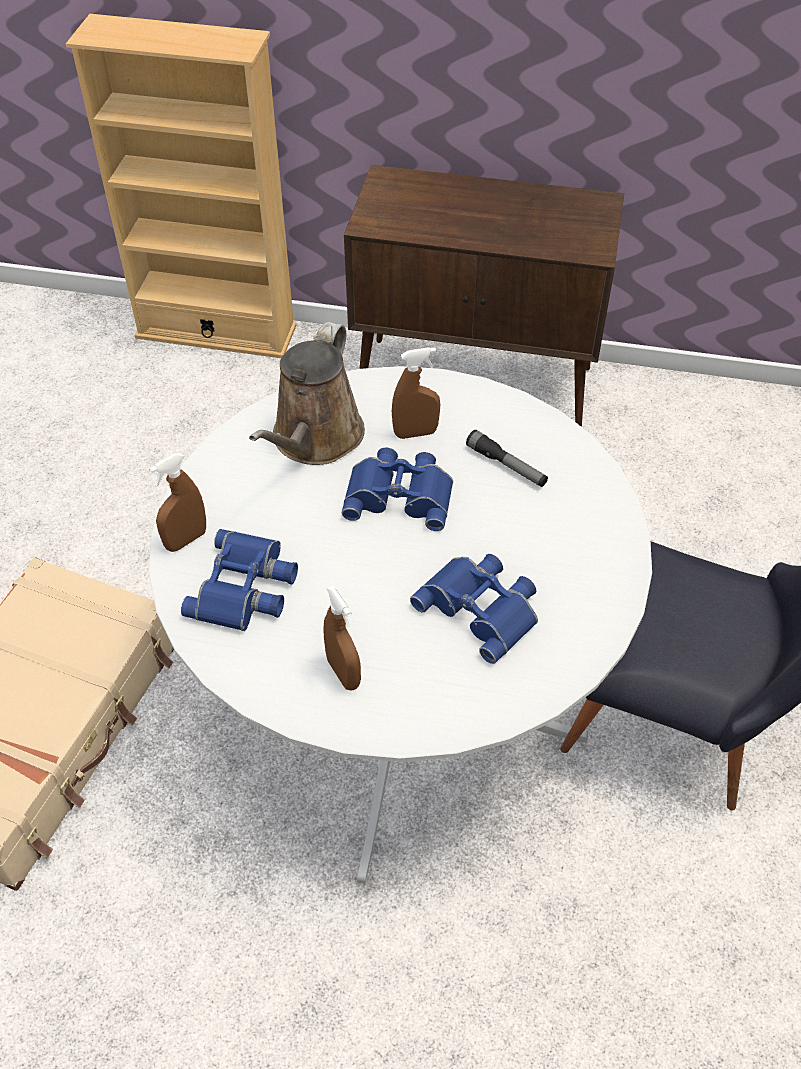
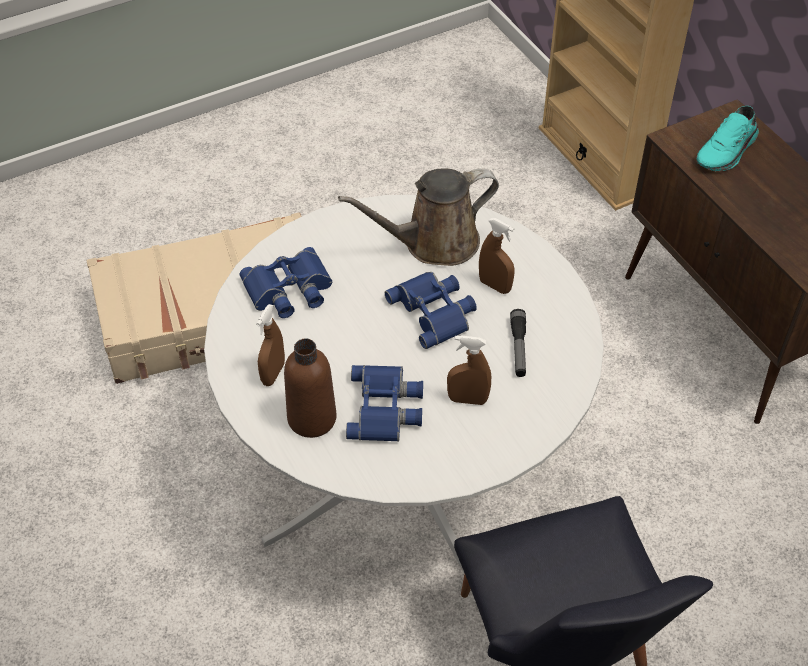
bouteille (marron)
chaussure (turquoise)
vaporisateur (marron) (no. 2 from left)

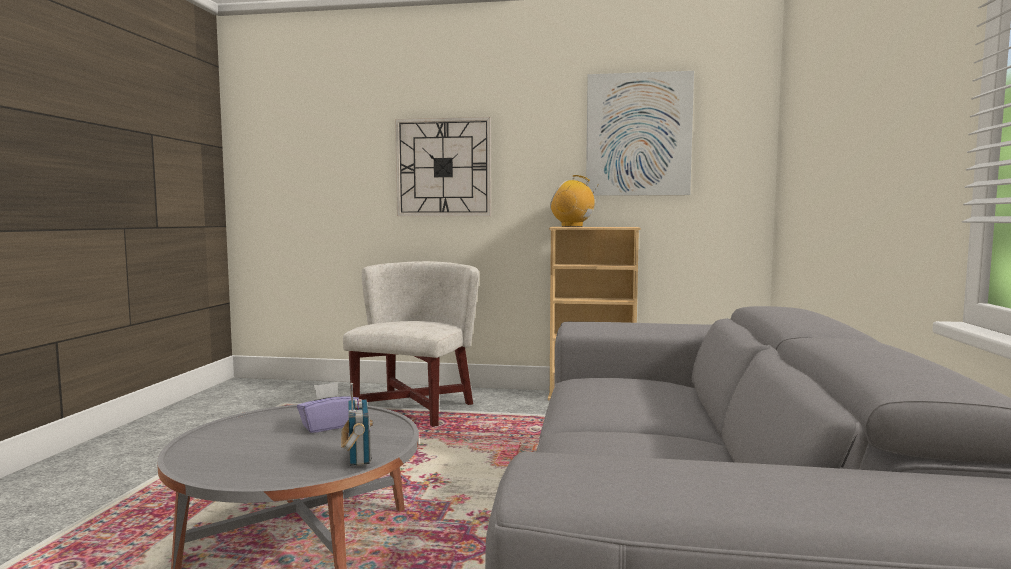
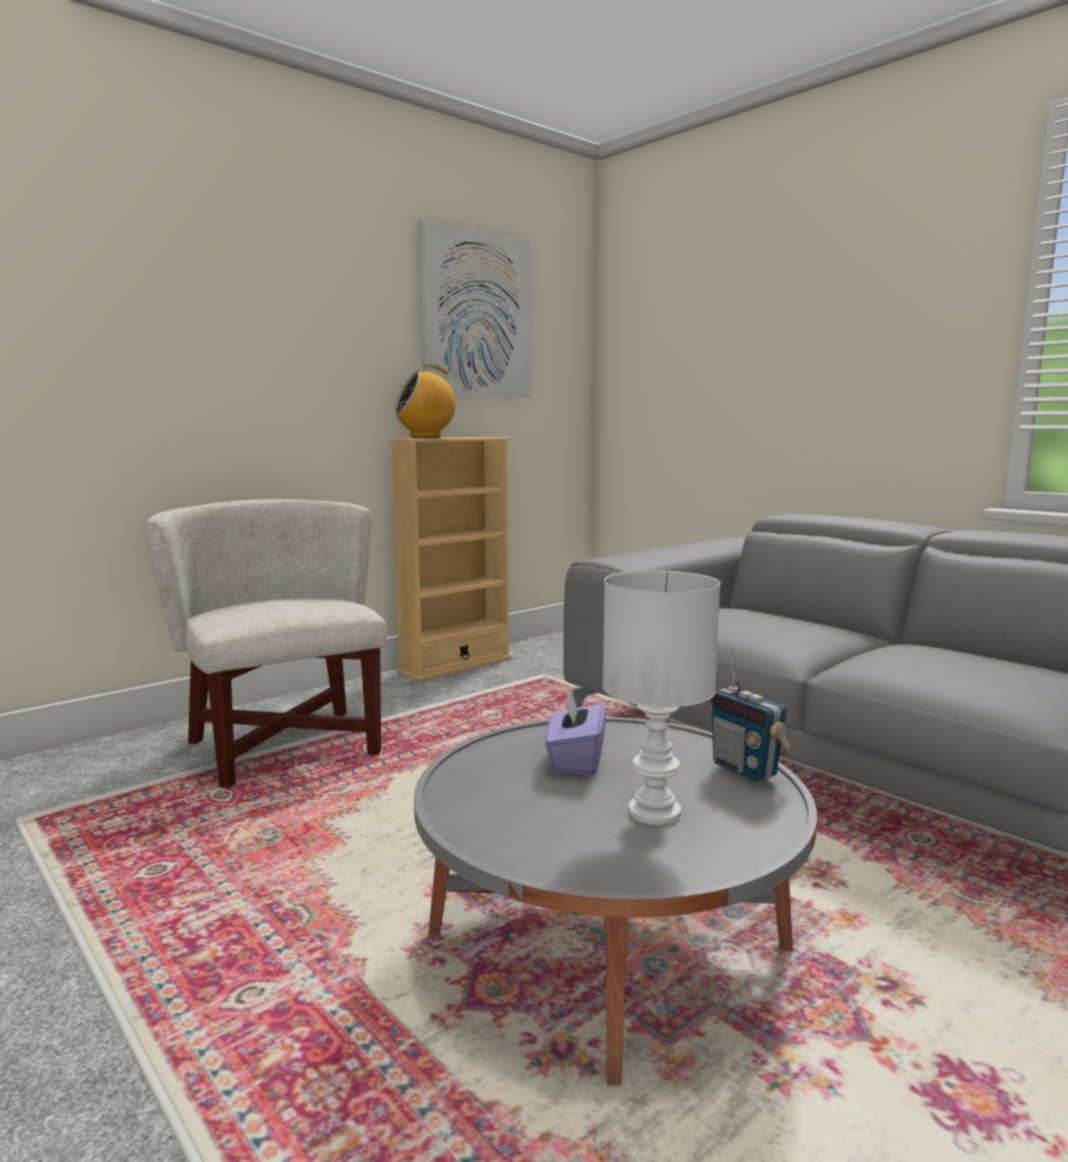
horloge murale
lampe de table (blanc)
radio (no. 2 from left)

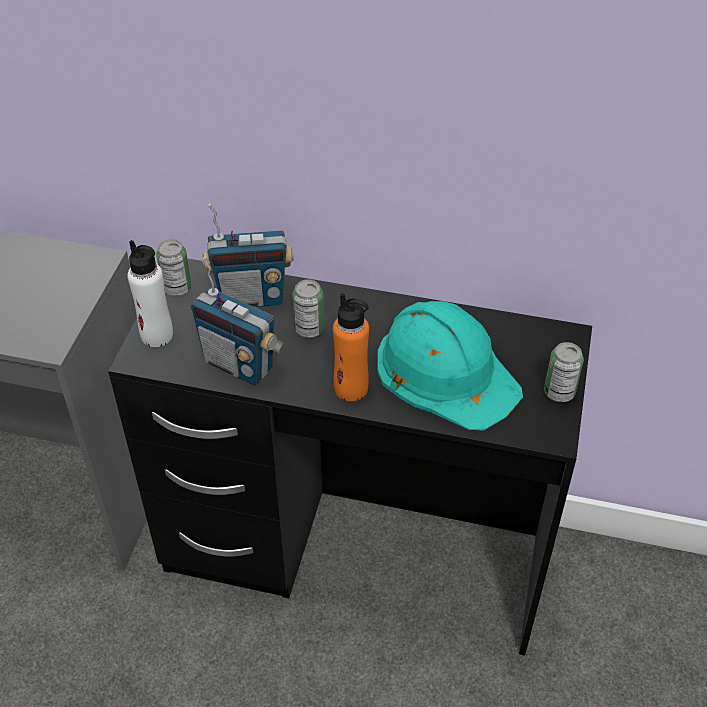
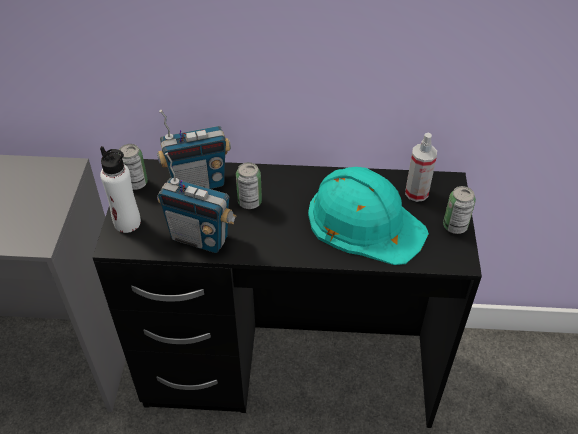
bouteille (orange)
vaporisateur

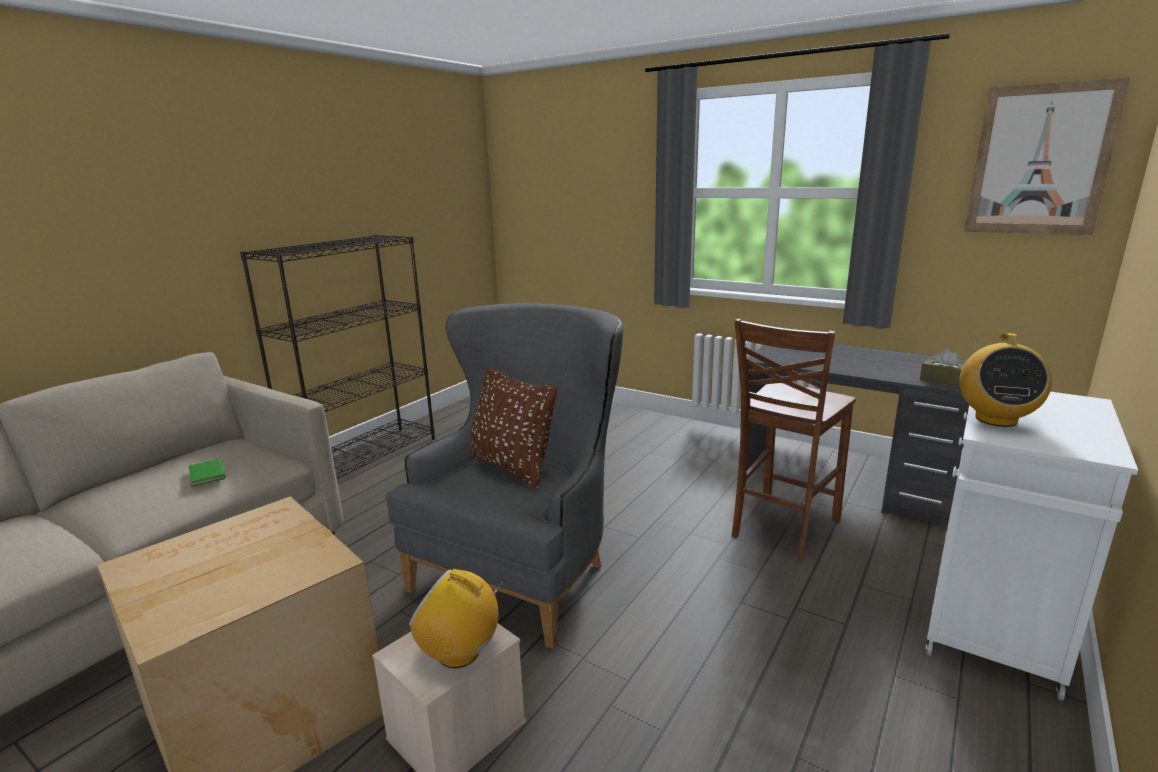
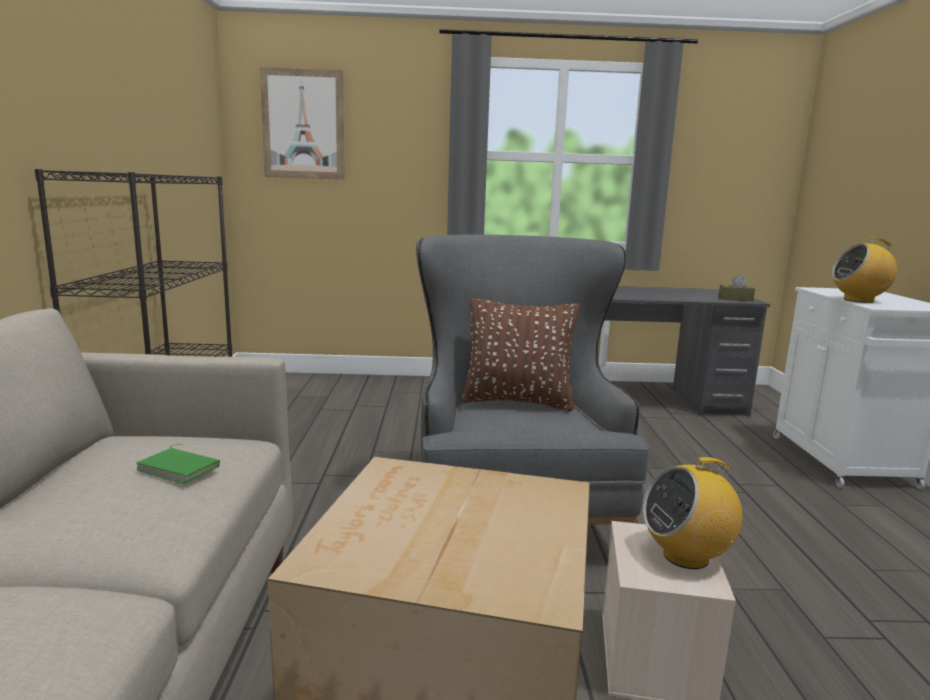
chaise (marron)
tableau
radio (no. 2 from left)

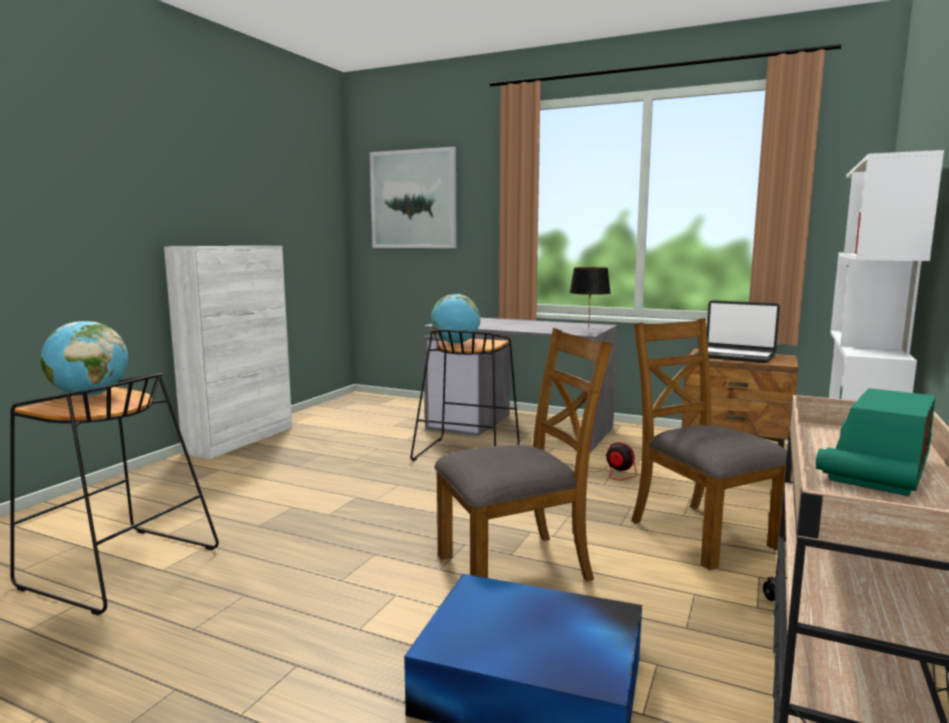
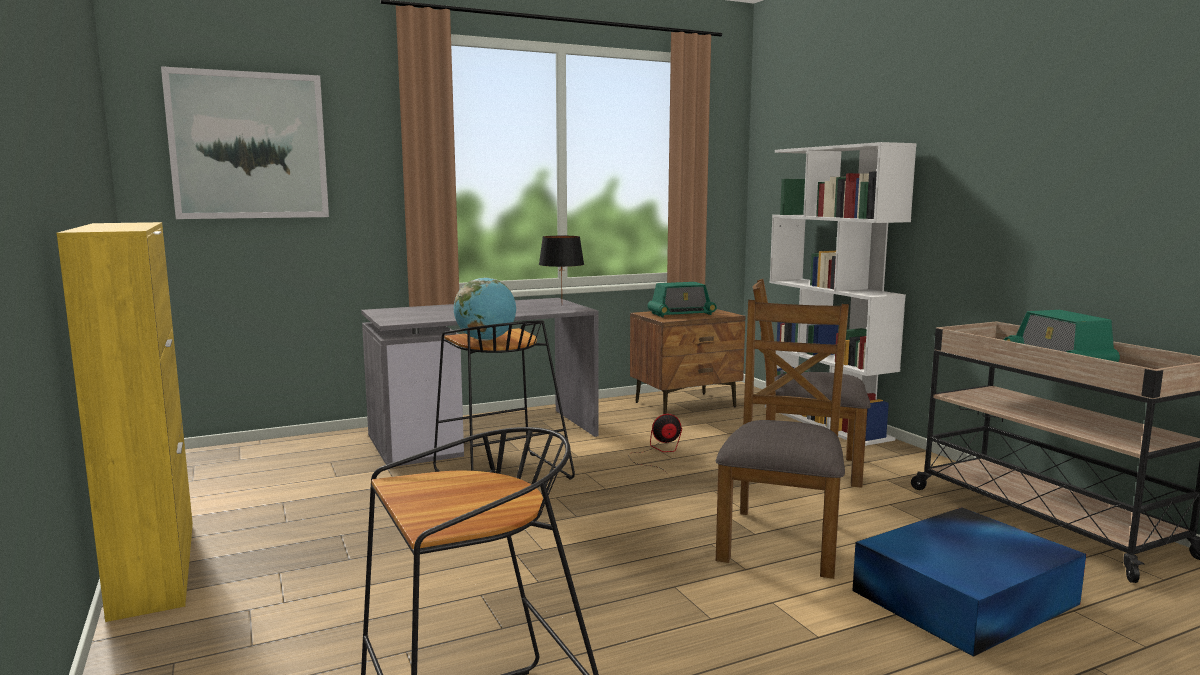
globe (no. 1 from left in the first image)
radio (no. 1 from left)
meuble de rangement (jaune)

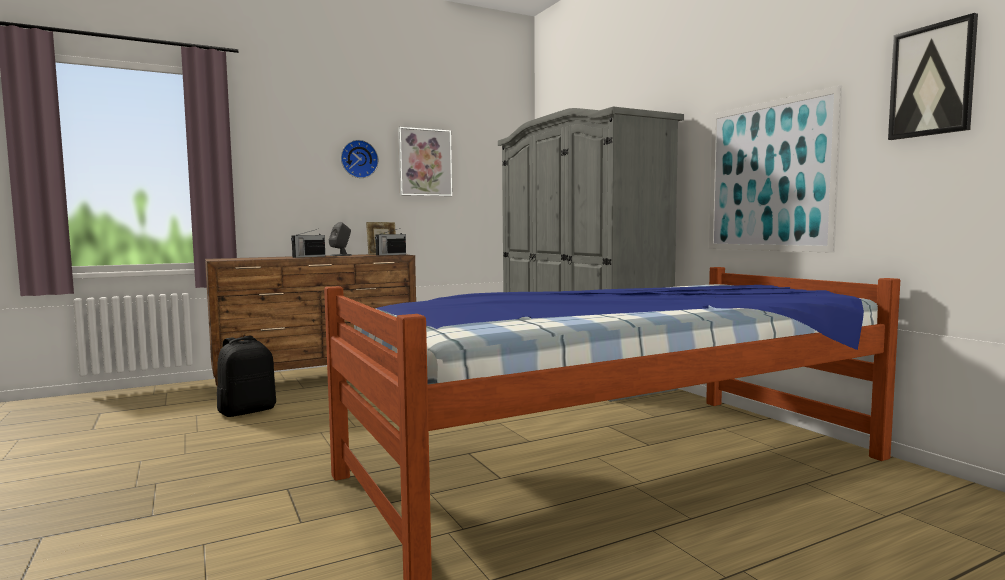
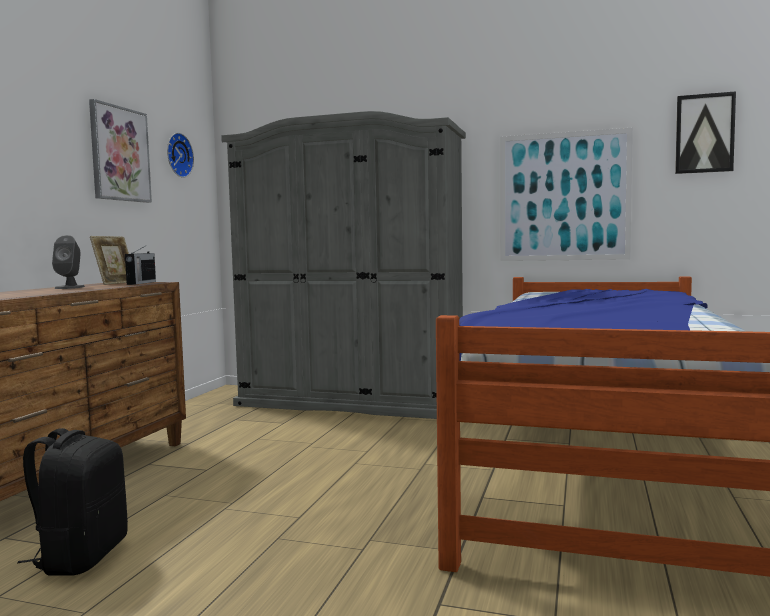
radio (no. 1 from left in the first image)
horloge murale

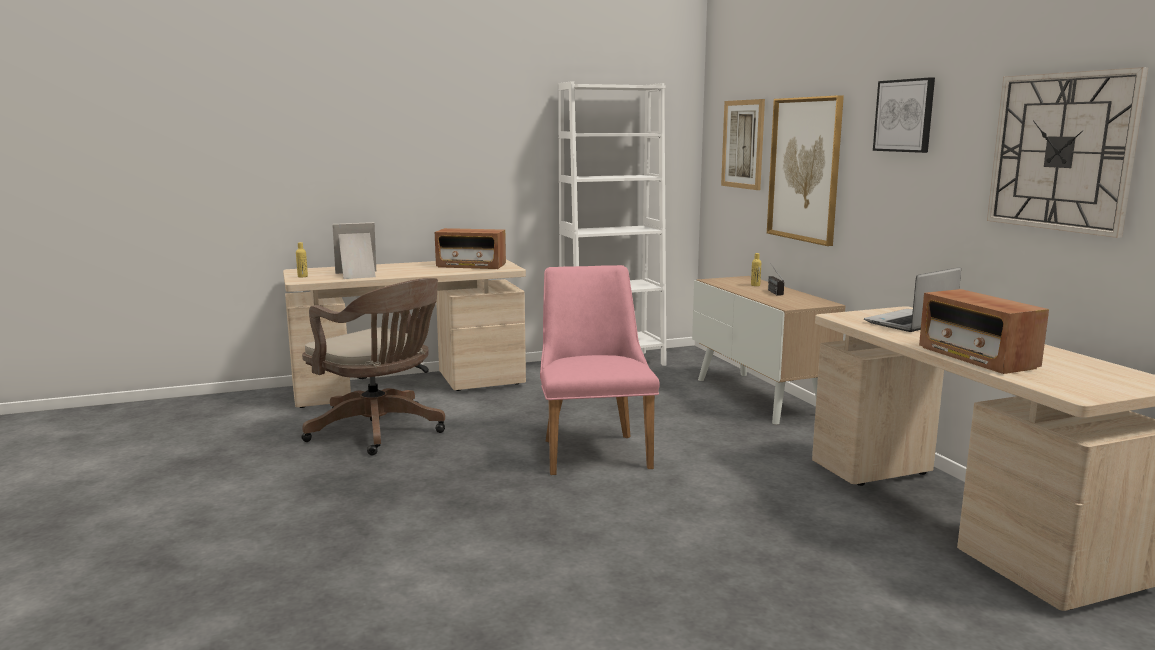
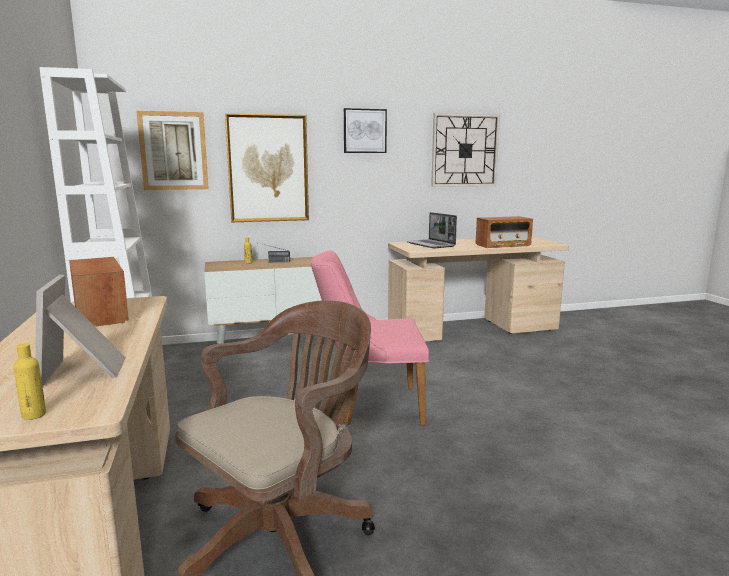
radio (no. 1 from left)

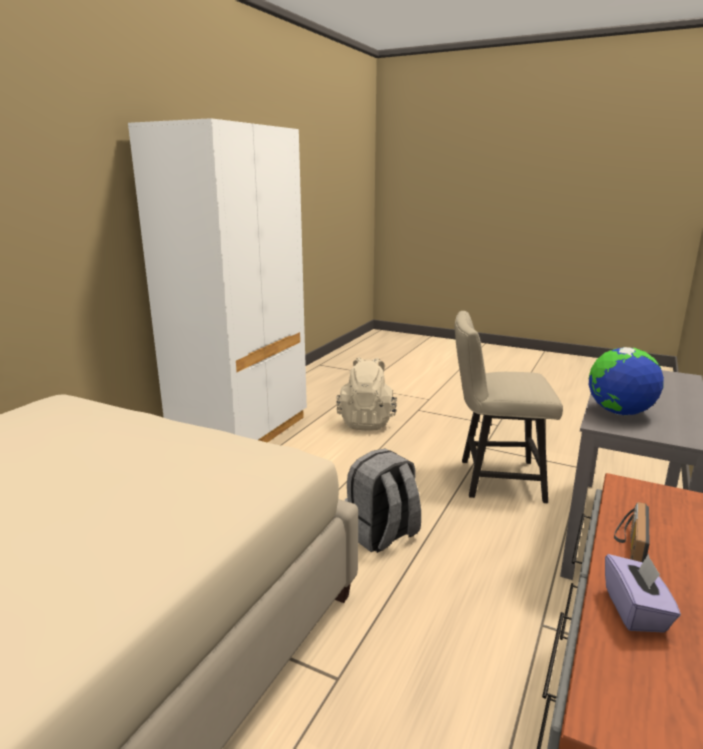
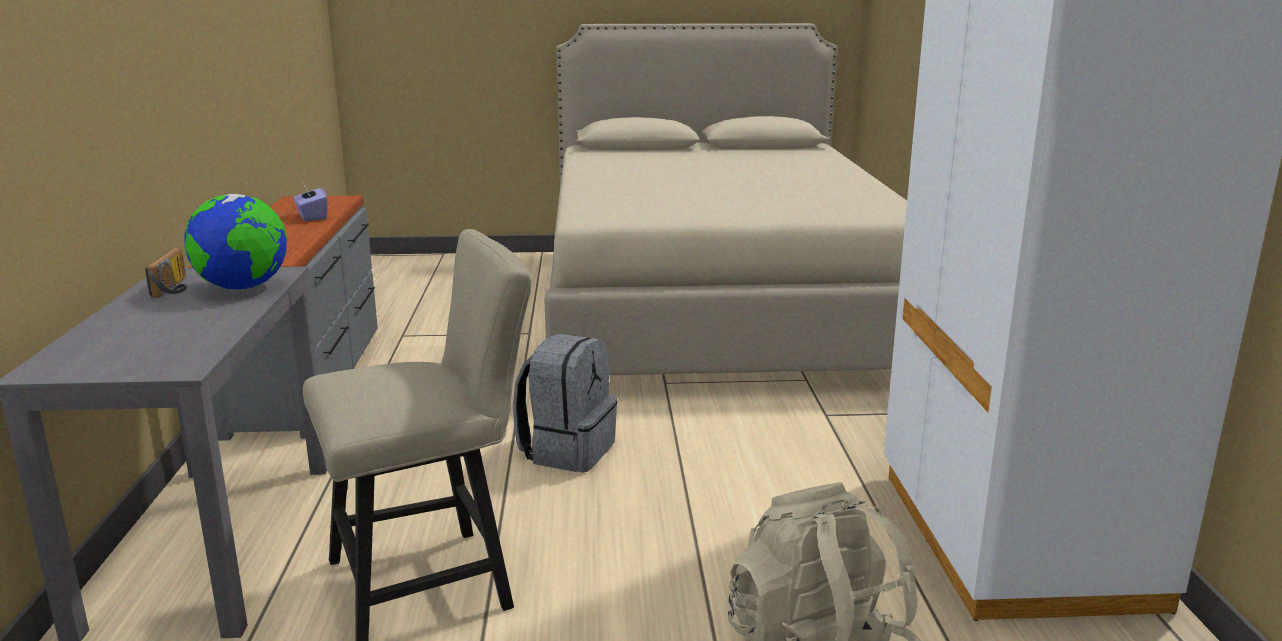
radio

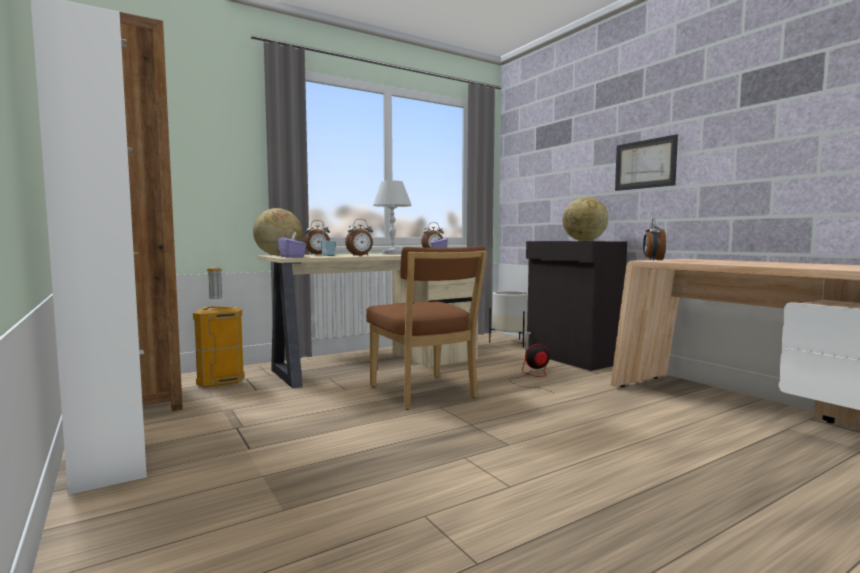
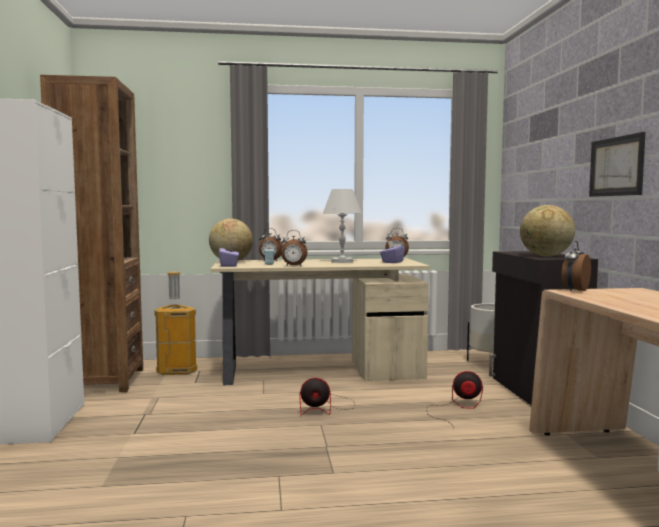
ventilateur (no. 1 from left)

